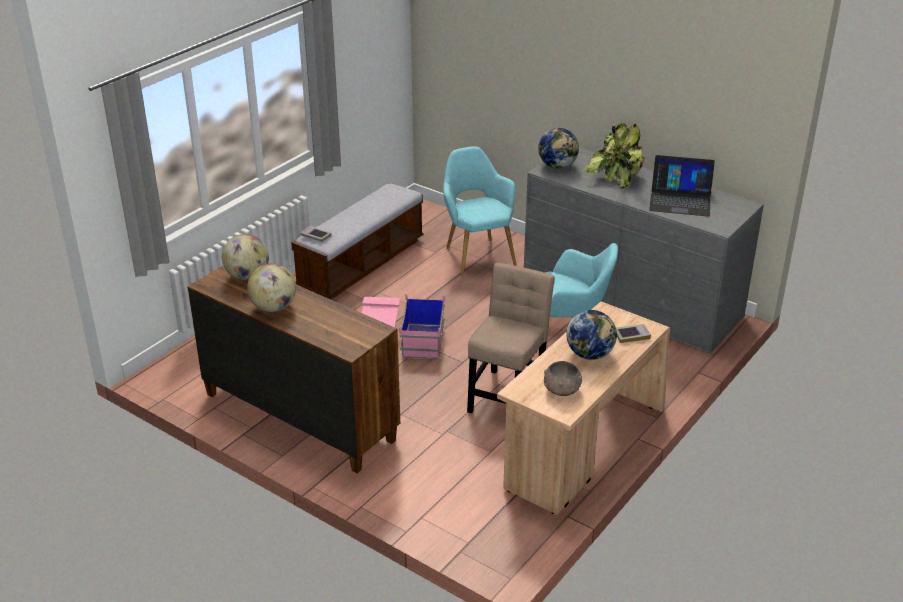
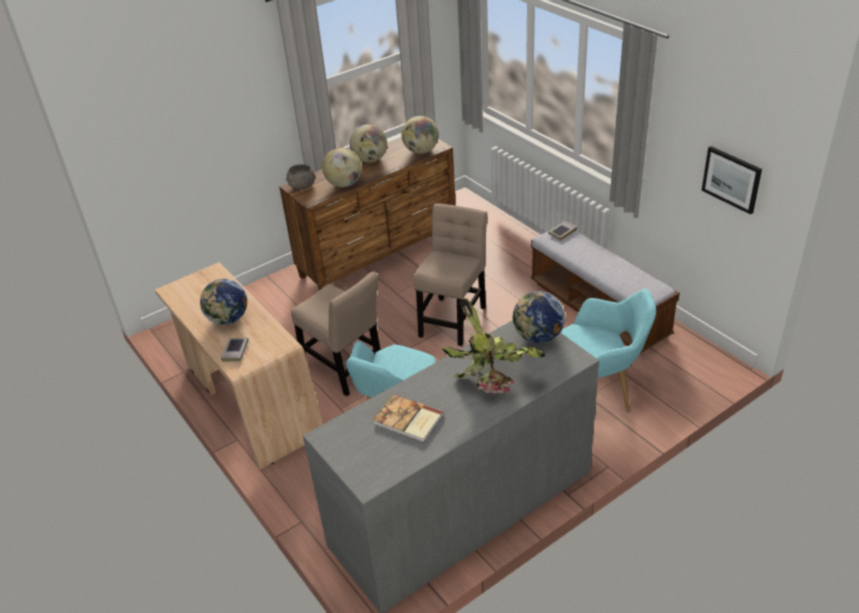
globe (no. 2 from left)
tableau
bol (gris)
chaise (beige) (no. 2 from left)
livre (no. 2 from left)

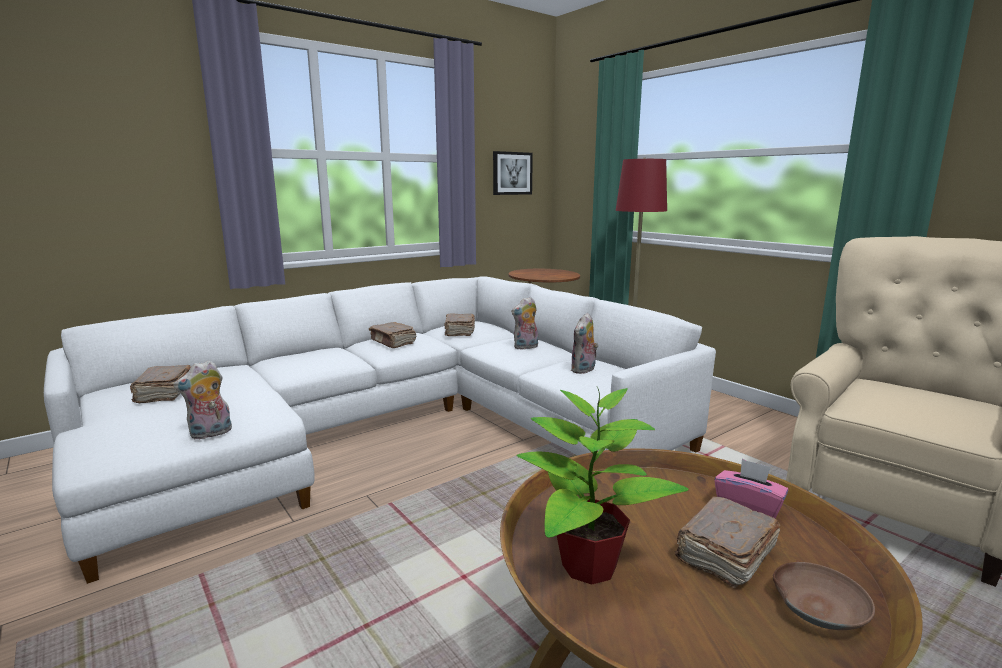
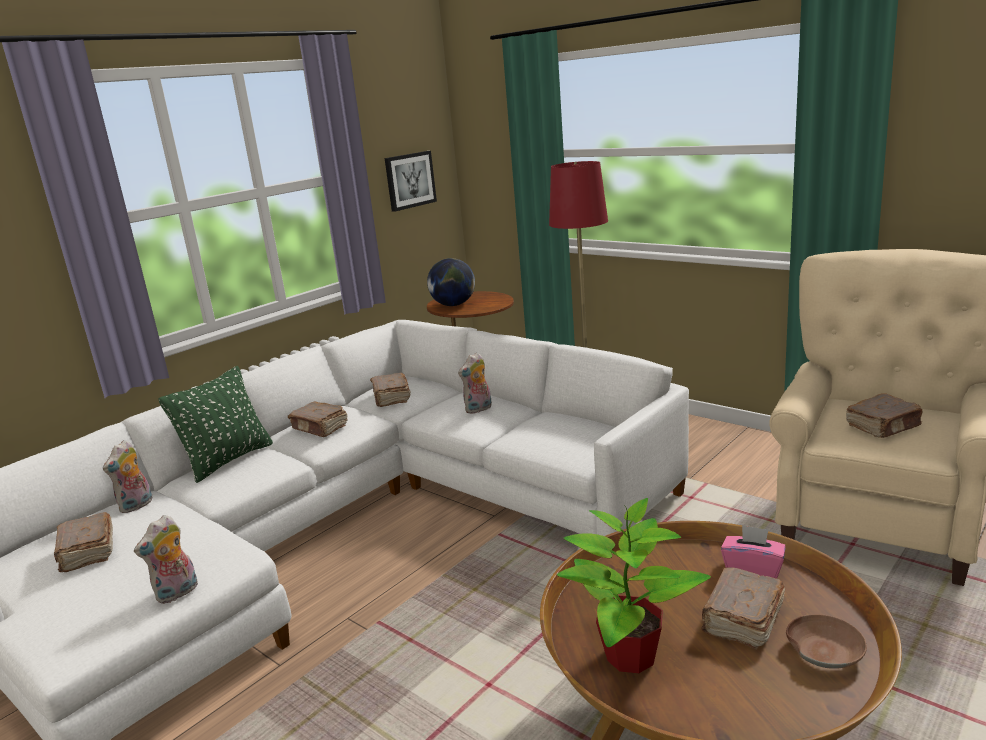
coussin (vert)
globe
livre (marron) (no. 5 from left)
peluche (no. 1 from left)

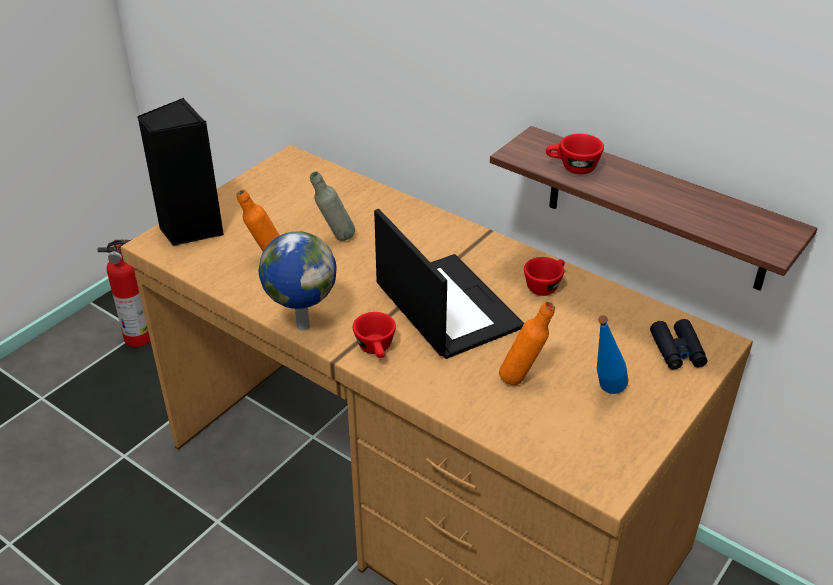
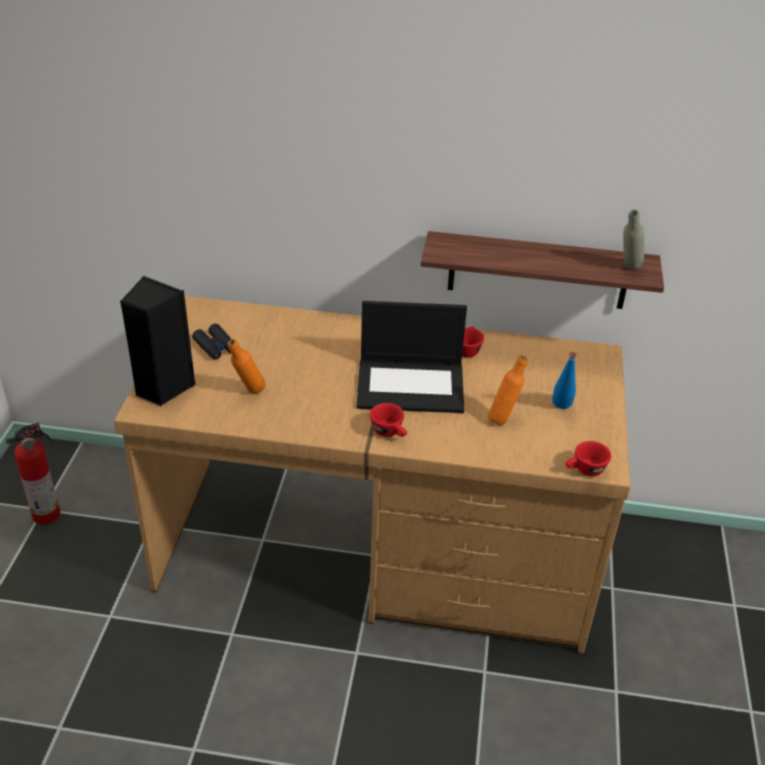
globe
bouteille (gris)
tasse (rouge) (no. 3 from left)
jumelles (noir)
ordinateur portable

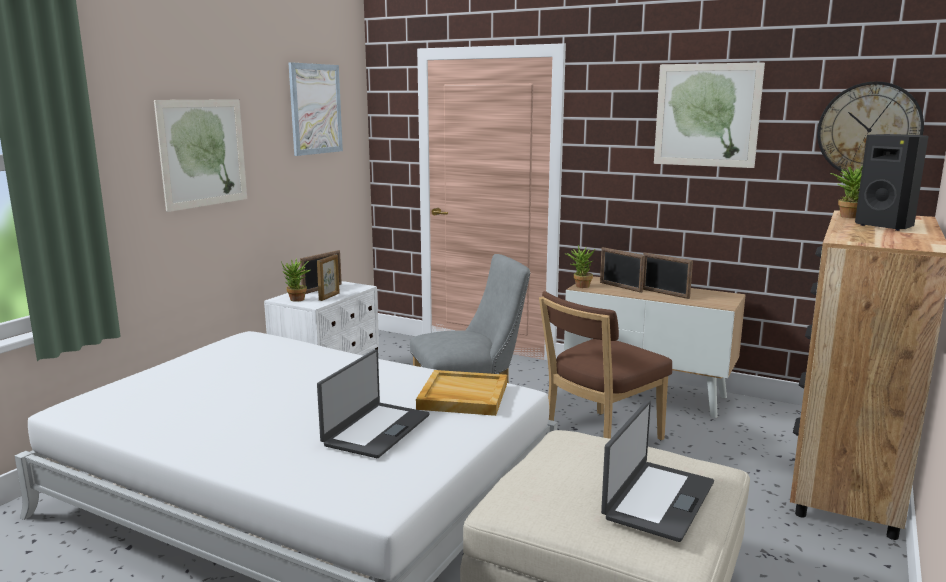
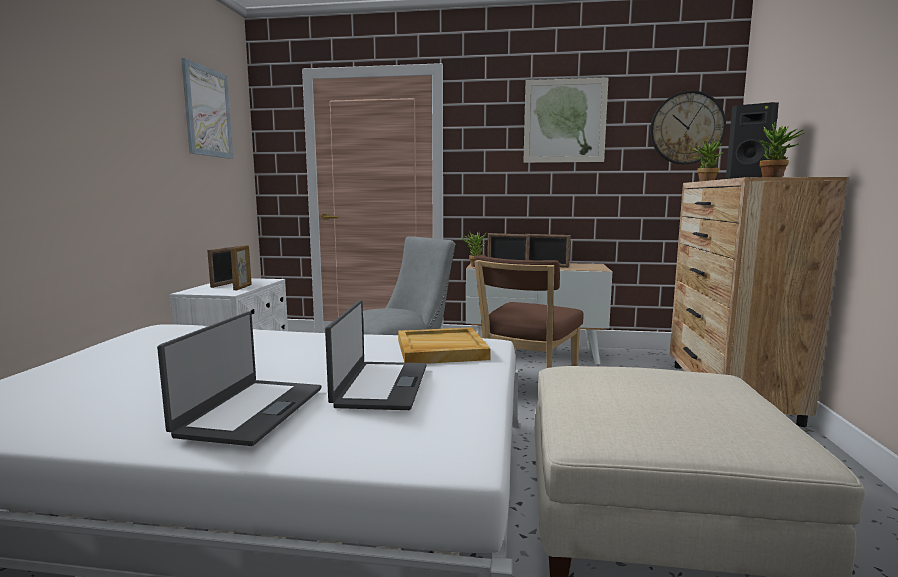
tableau (no. 1 from left in the first image)
plante en pot (no. 3 from left)
ordinateur portable (no. 1 from left)

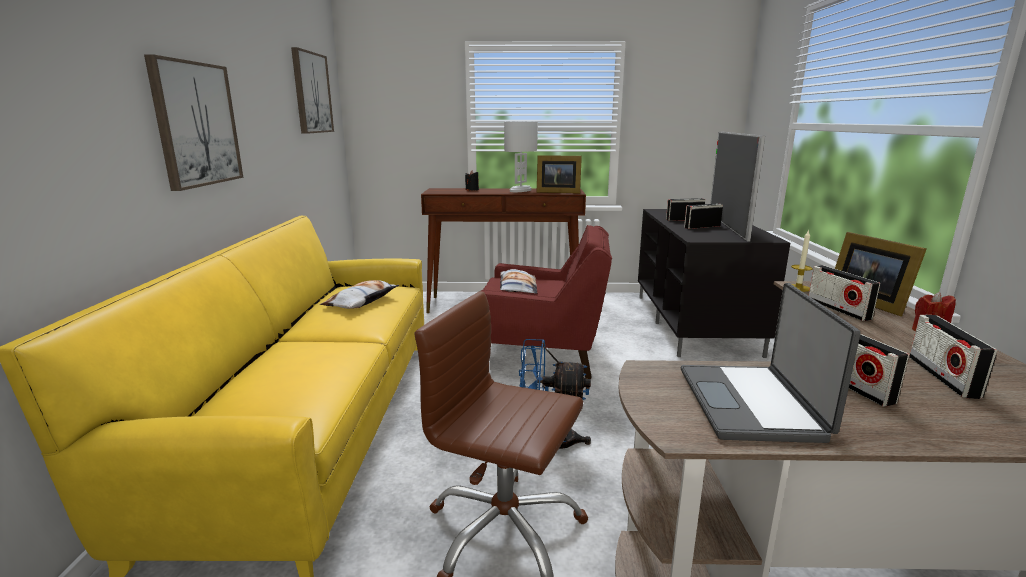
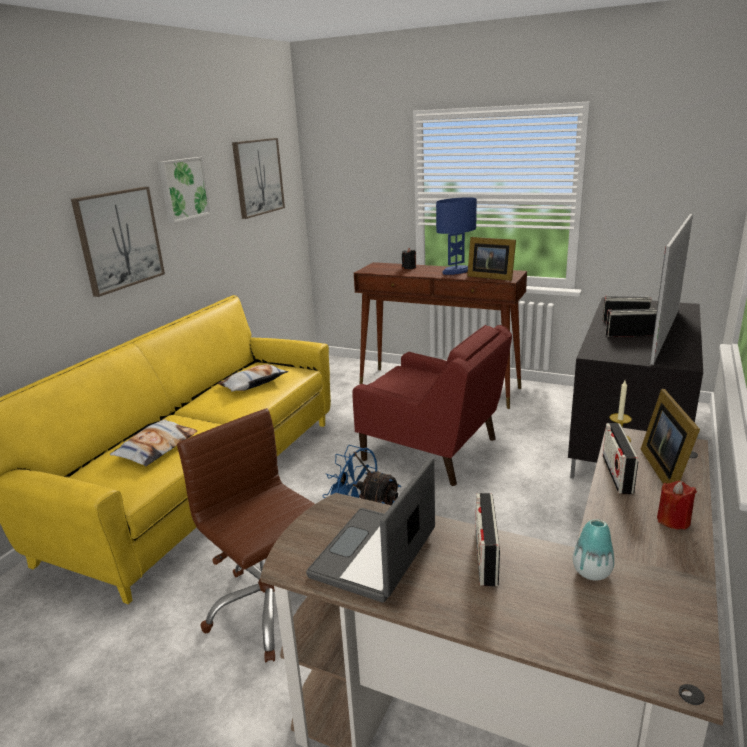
tableau (no. 2 from left)
coussin (no. 1 from left)
vase
lampe de table (bleu)

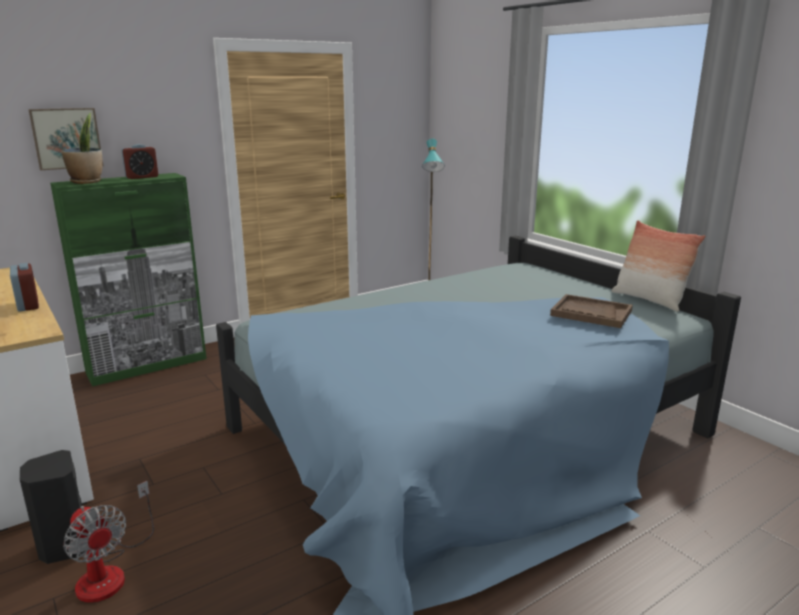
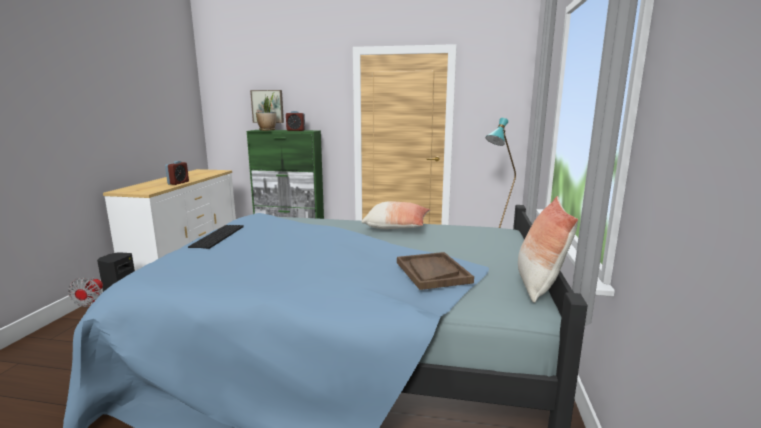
clavier
coussin (no. 1 from left)

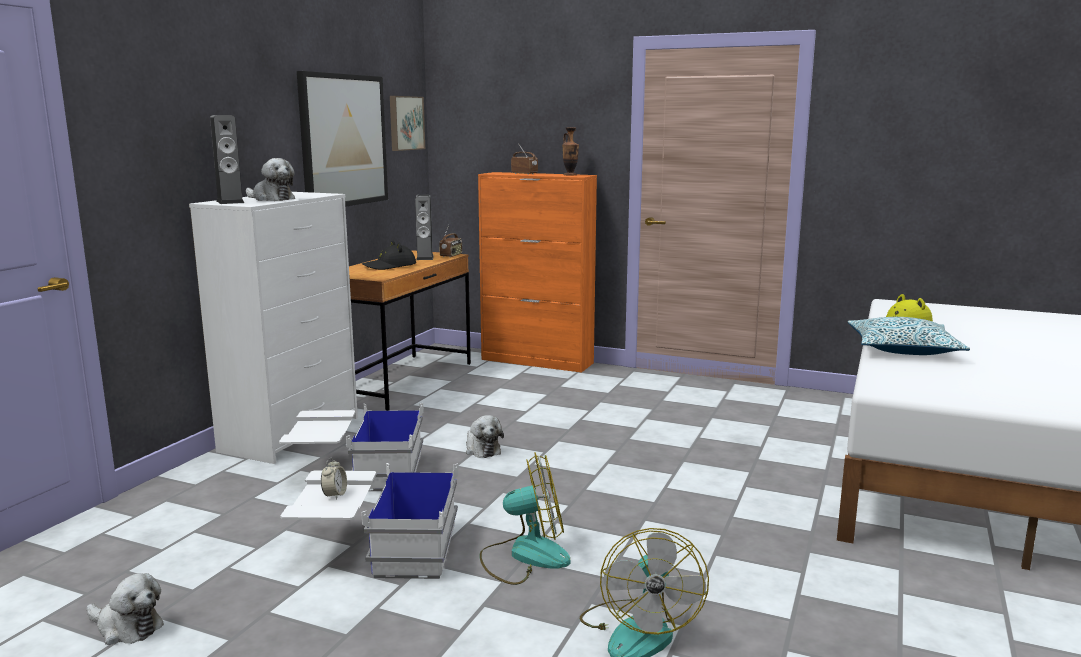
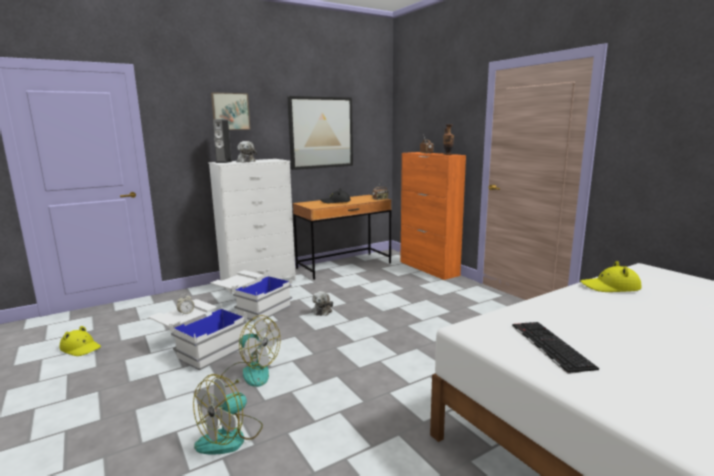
enceinte (no. 2 from left in the first image)
coussin
clavier
tableau (no. 1 from left)
chapeau (jaune) (no. 1 from left)

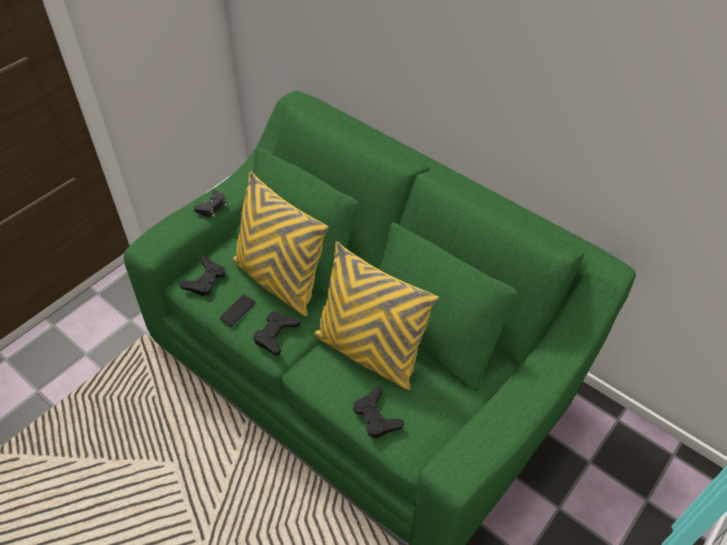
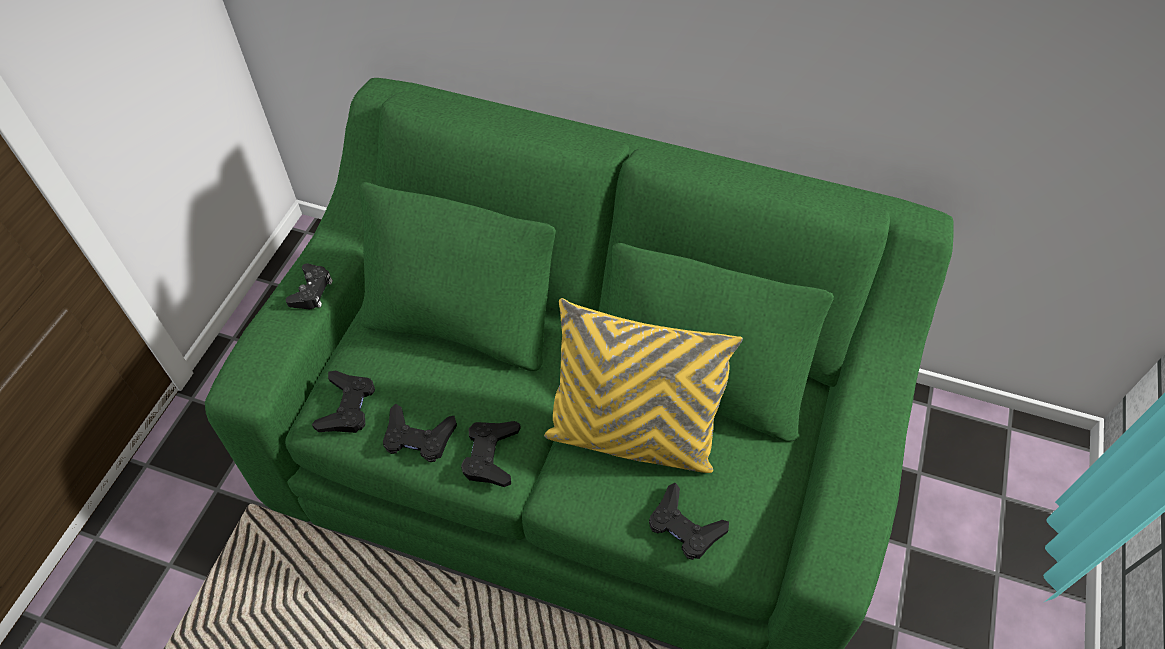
coussin (jaune) (no. 1 from left in the first image)
manette (noir) (no. 3 from left)

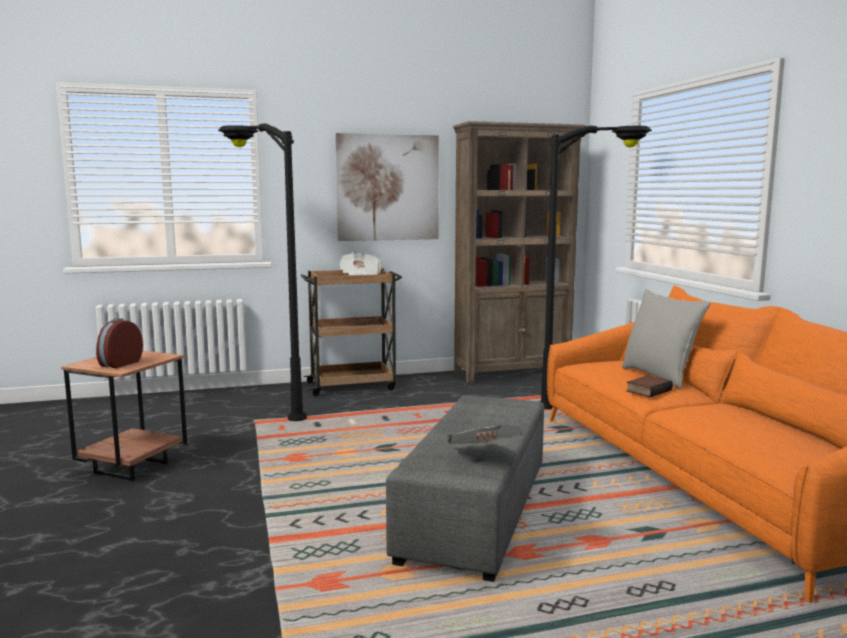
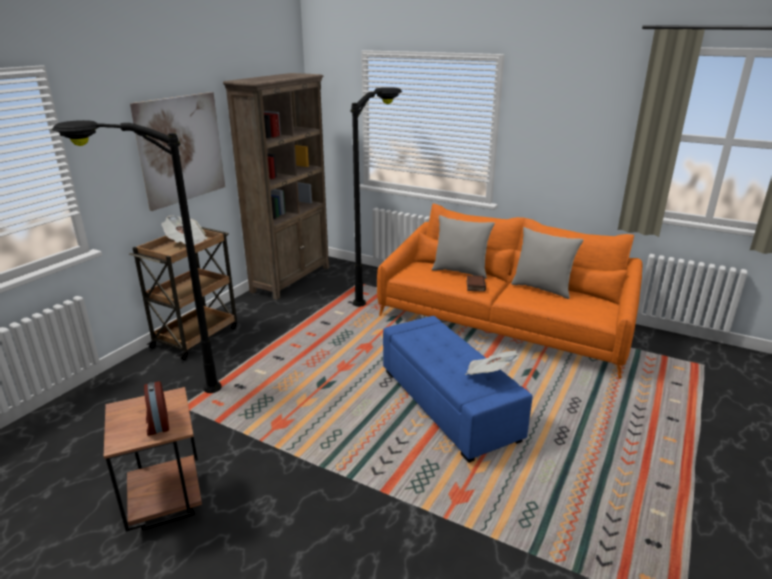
coussin (gris) (no. 2 from left)
pouf (bleu)

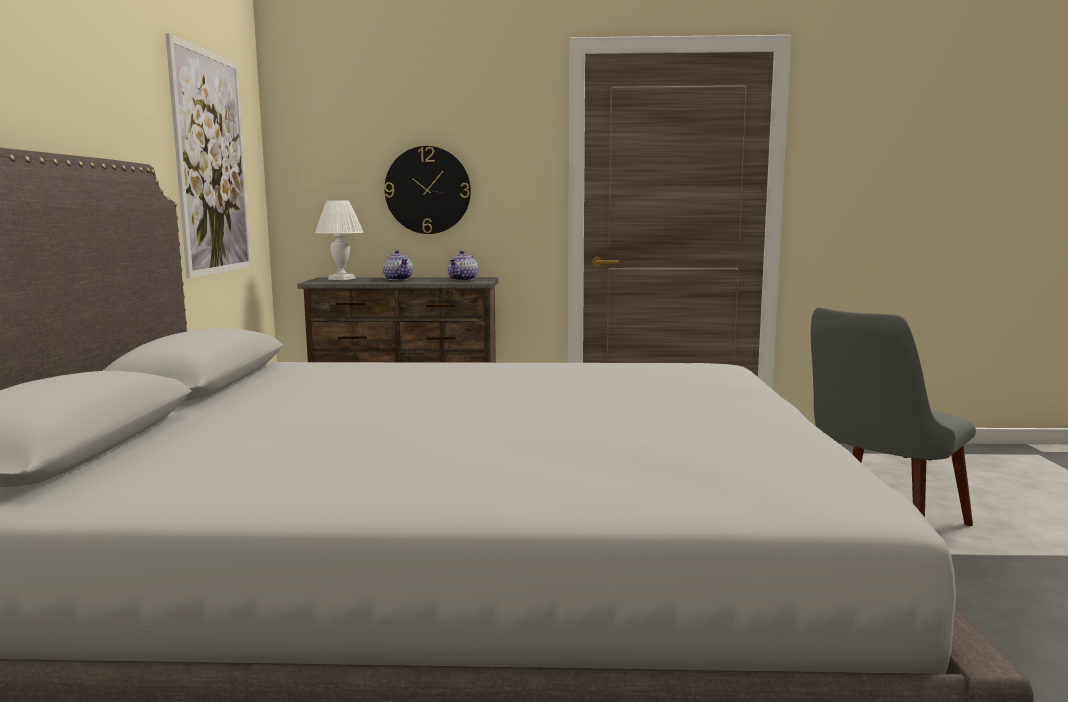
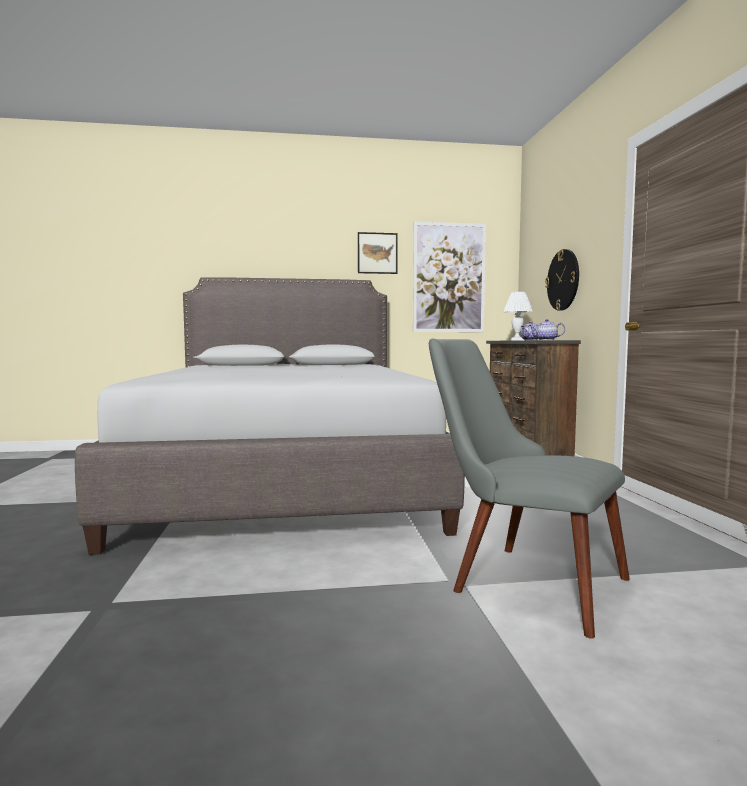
tableau (no. 1 from left)

